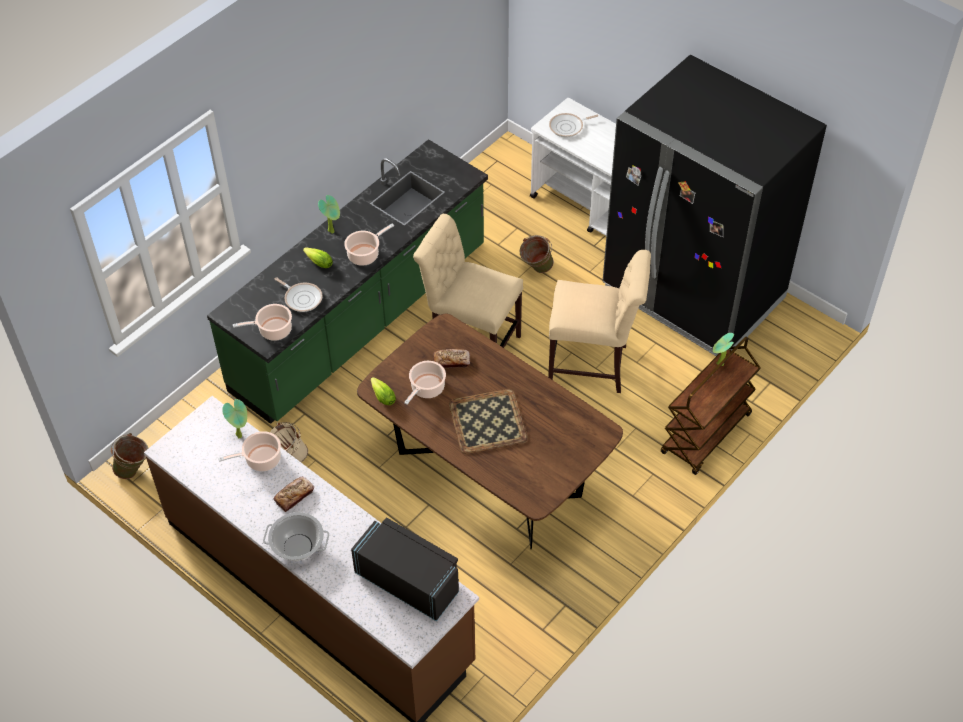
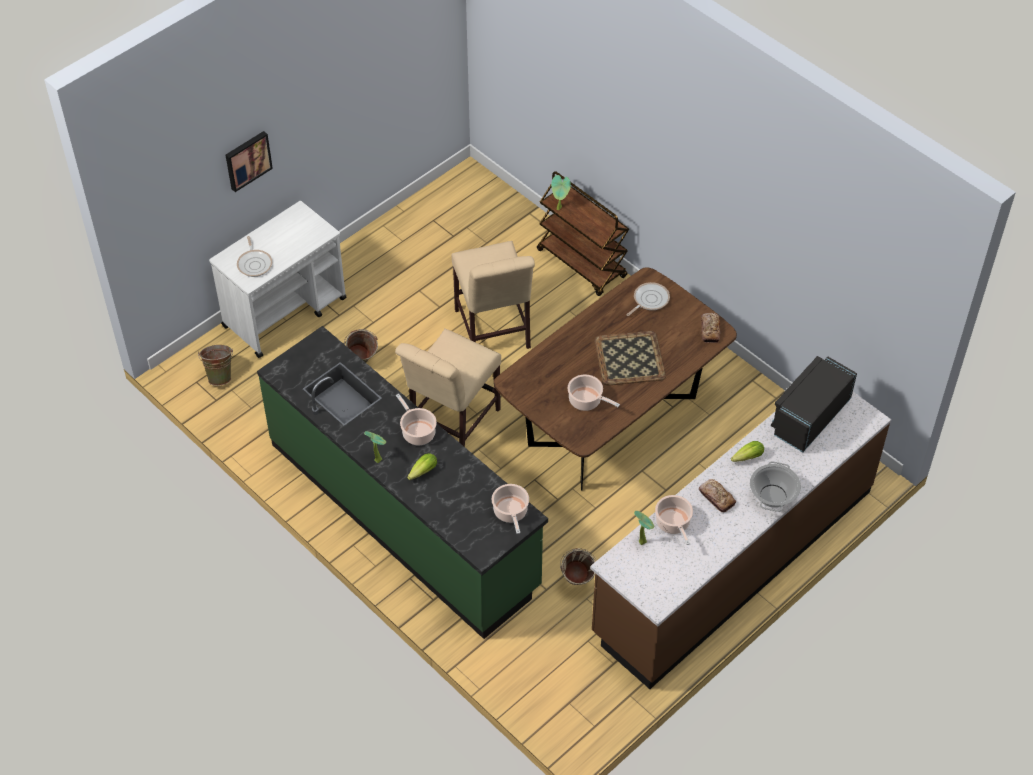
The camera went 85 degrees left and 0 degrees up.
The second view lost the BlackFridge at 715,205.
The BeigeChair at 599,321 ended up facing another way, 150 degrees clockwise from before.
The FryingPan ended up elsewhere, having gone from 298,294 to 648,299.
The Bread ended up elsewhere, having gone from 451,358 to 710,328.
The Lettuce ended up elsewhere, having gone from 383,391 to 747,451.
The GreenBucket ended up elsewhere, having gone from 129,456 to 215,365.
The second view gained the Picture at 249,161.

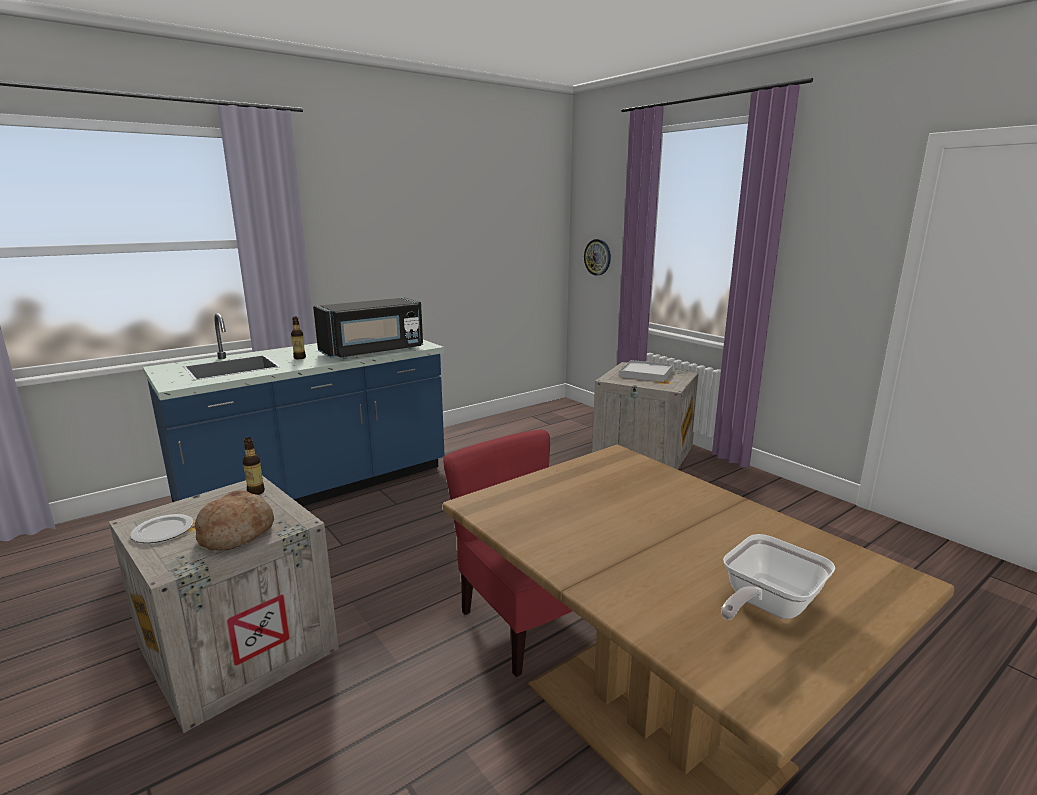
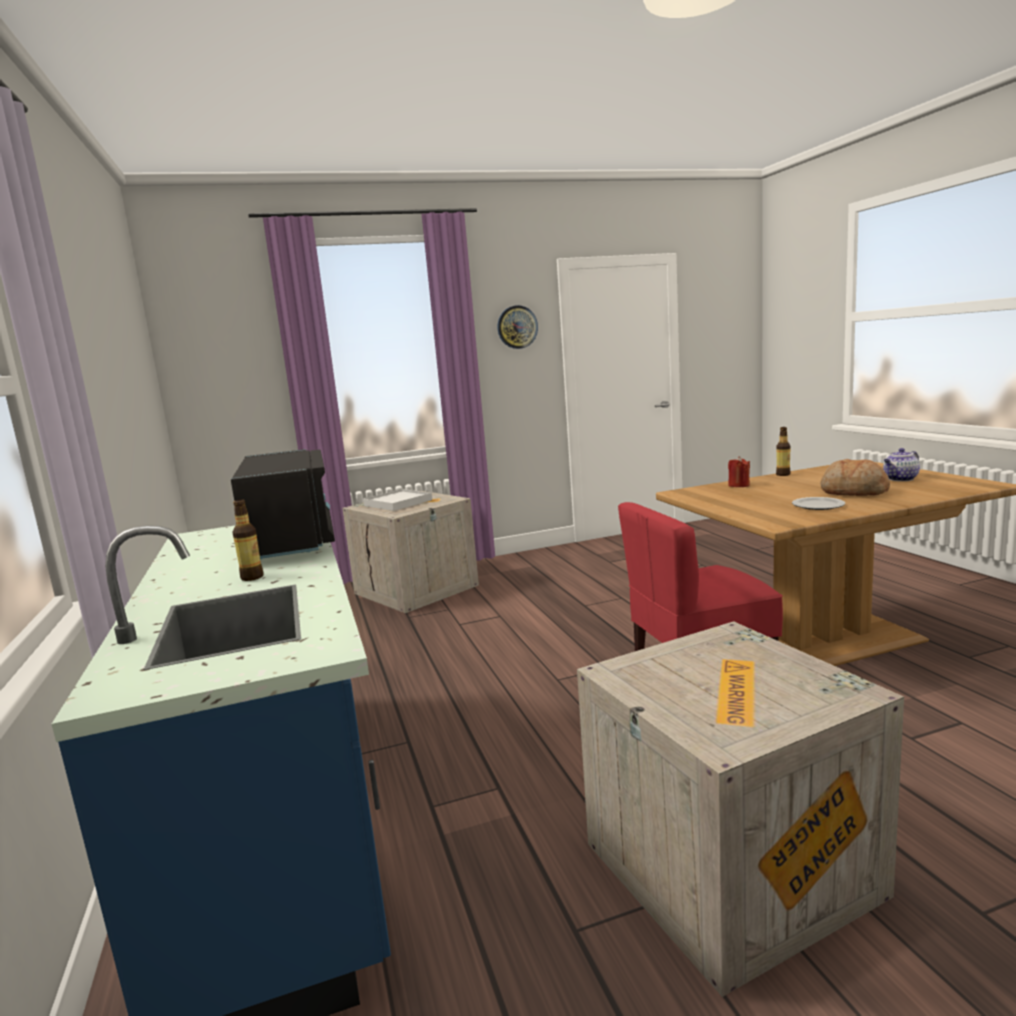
The camera went 70 degrees left and 5 degrees down.
The WallClock ended up elsewhere, having gone from 597,257 to 517,327.
The Bottle ended up elsewhere, having gone from 254,466 to 783,451.
The Bread ended up elsewhere, having gone from 234,520 to 855,477.
The Plate ended up elsewhere, having gone from 161,528 to 818,503.
Where the FryingPan stood at 778,577, the Teapot came to stand at 901,464.
The second view gained the RedCandle at 739,471.

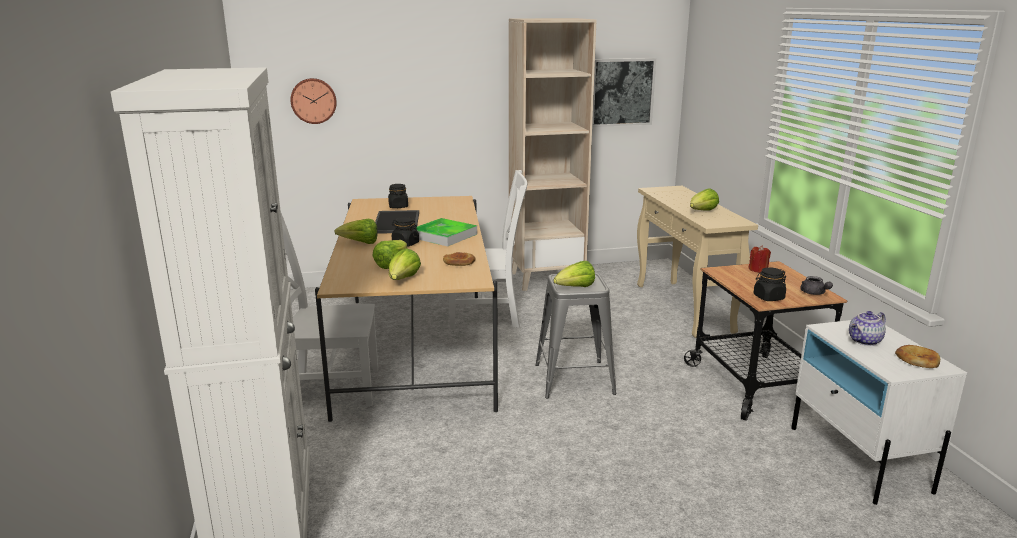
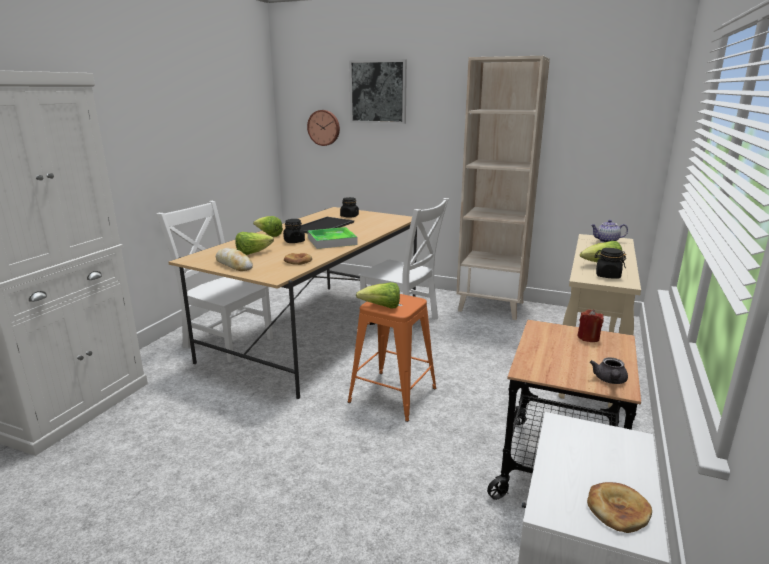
The camera went 35 degrees right and 0 degrees up.
The Picture ended up elsewhere, having gone from 624,92 to 378,91.
Where the Lettuce stood at 405,264, the Bread came to stand at 234,259.
The BlackJar ended up elsewhere, having gone from 769,284 to 610,263.
What was the GreyStool at 576,336 turned into the OrangeStool at 392,358.
The Teapot ended up elsewhere, having gone from 867,328 to 609,231.

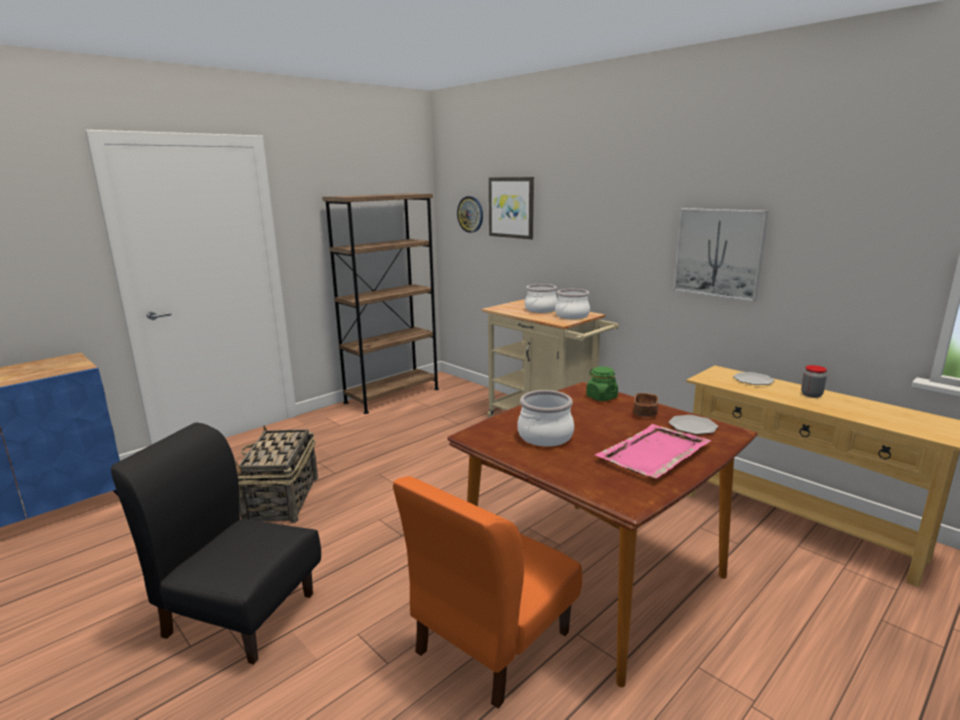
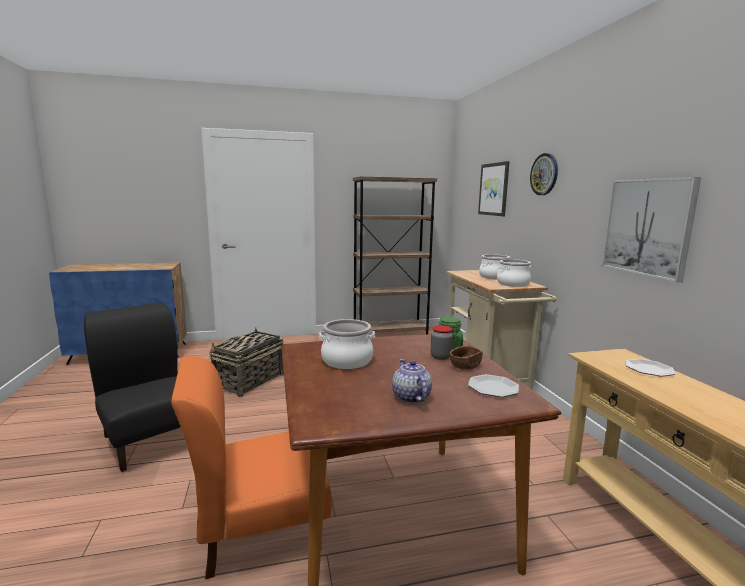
The camera went 30 degrees right and 5 degrees down.
The WallClock ended up elsewhere, having gone from 470,214 to 544,174.
The Jar ended up elsewhere, having gone from 814,381 to 442,342.
Where the PinkTray stood at 653,451, the Teapot came to stand at 412,381.

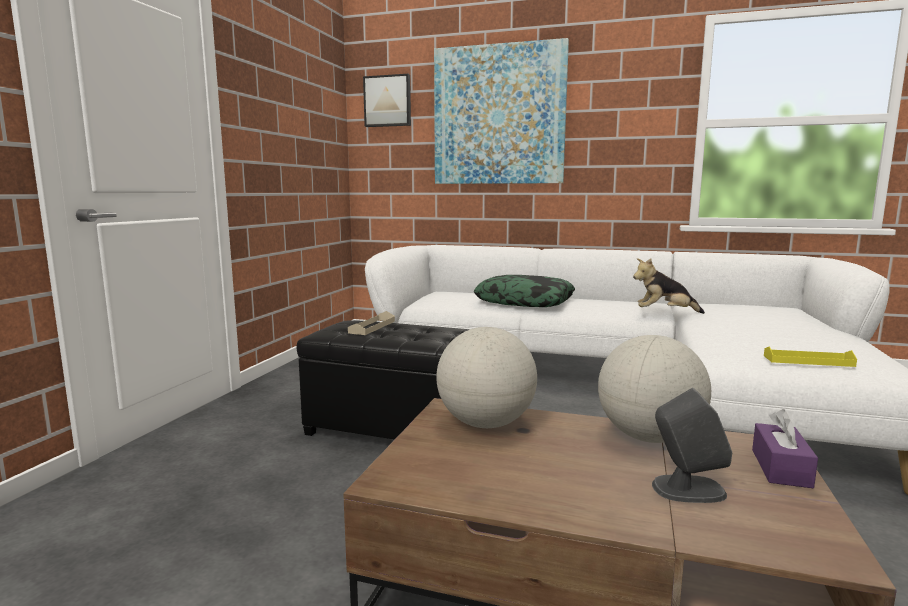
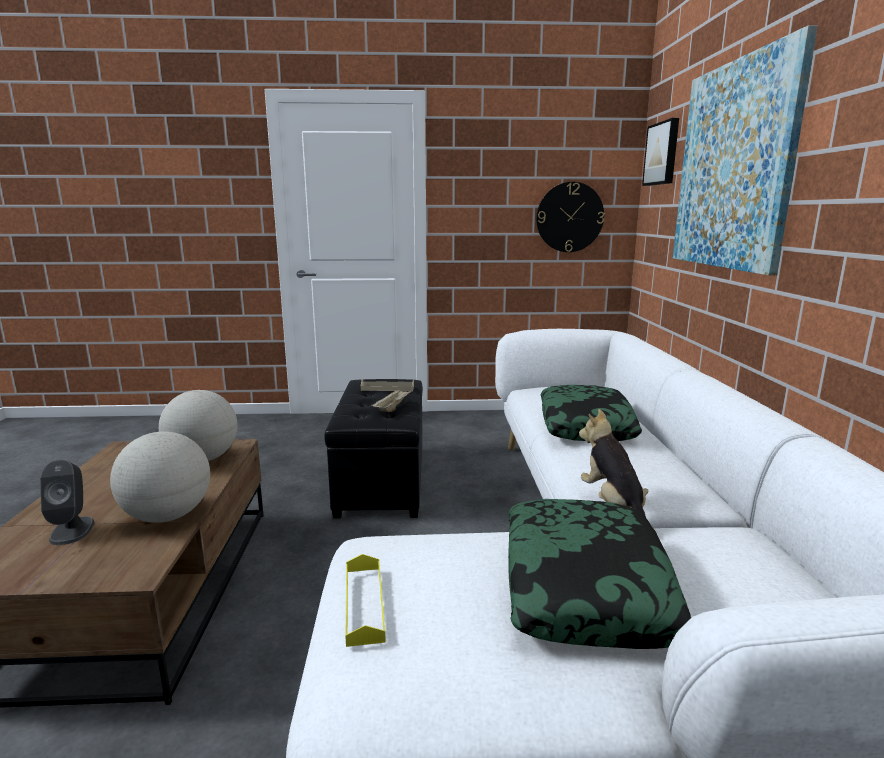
The camera went 70 degrees right and 5 degrees up.
The second view lost the PurpleTissueBox at 785,448.
The second view gained the WallClock at 570,217.
The second view gained the BeigeTray at 392,400.
The second view gained the Pillow at 599,574.

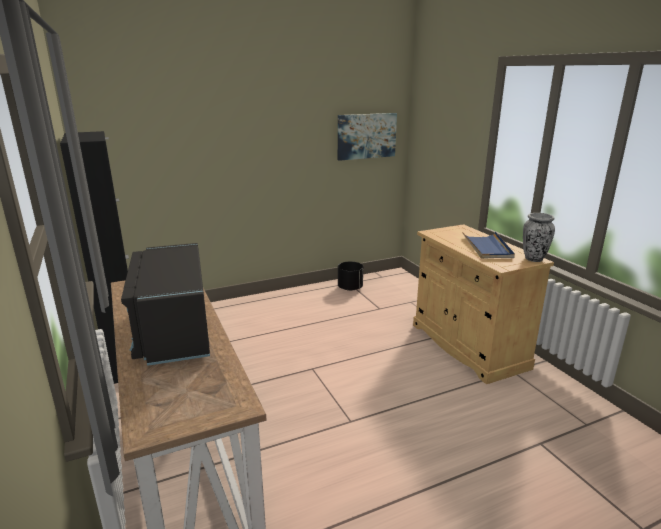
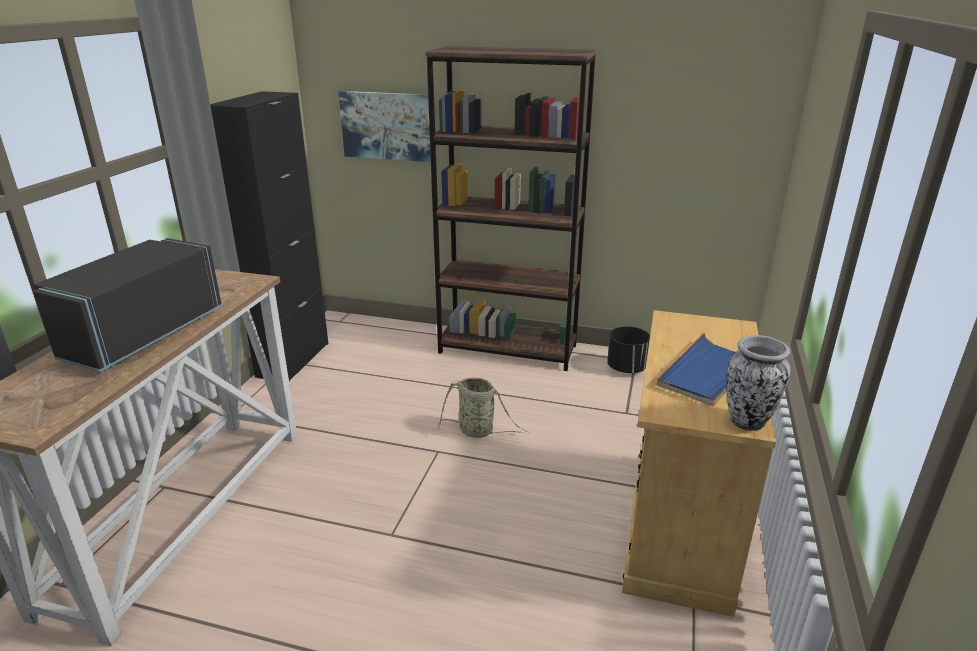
The camera went 40 degrees right and 5 degrees up.
The Picture ended up elsewhere, having gone from 367,137 to 384,126.
The second view gained the BrownBookcase at 511,208.
The second view gained the Basket at 483,407.

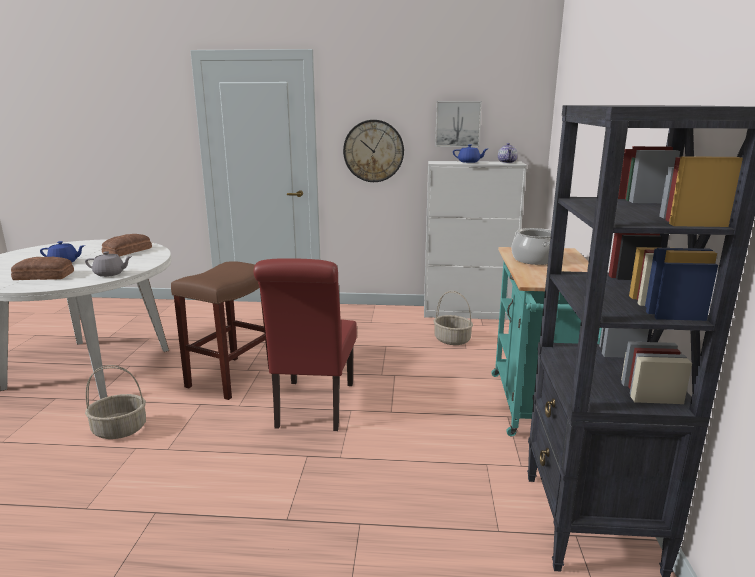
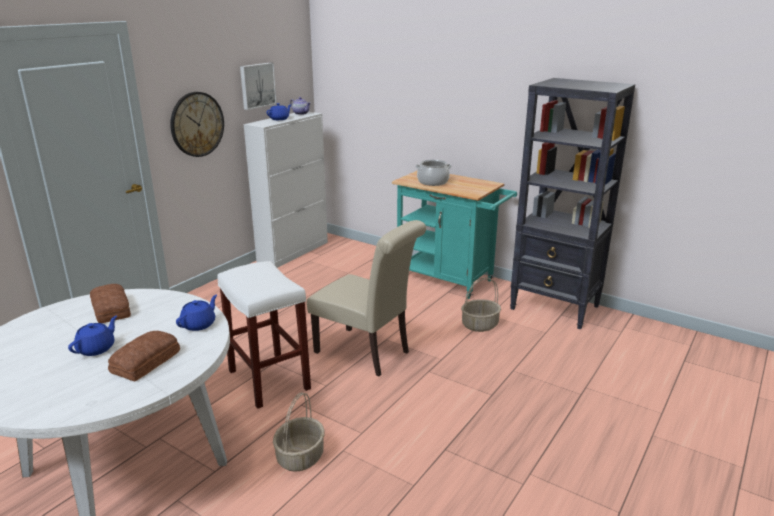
The camera went 60 degrees left and 5 degrees up.
What was the GreyTeapot at 108,264 turned into the BlueTeapot at 196,313.
What was the RedChair at 305,344 turned into the BeigeChair at 366,298.
What was the BrownStool at 220,330 turned into the WhiteStool at 264,335.
The Basket ended up elsewhere, having gone from 453,318 to 481,304.

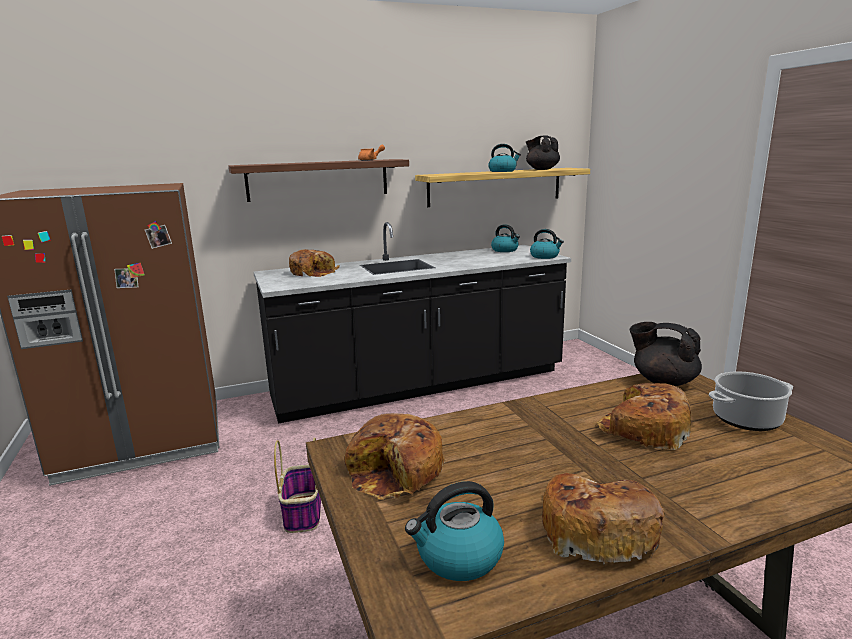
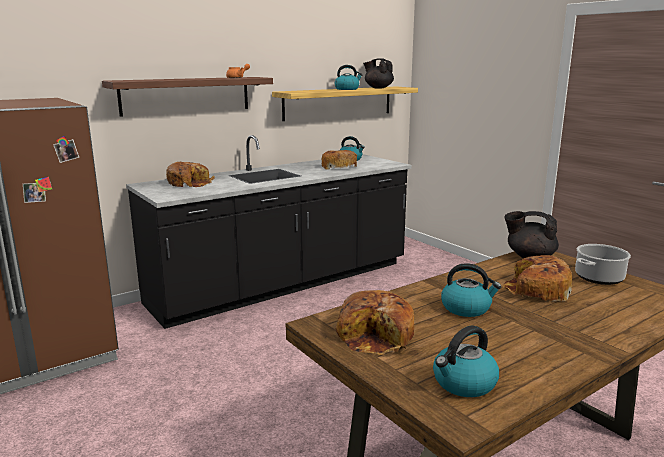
The camera went 15 degrees left and 0 degrees up.
The Kettle ended up elsewhere, having gone from 547,244 to 471,290.
The second view lost the Basket at 297,485.
The Bread ended up elsewhere, having gone from 603,519 to 339,160.

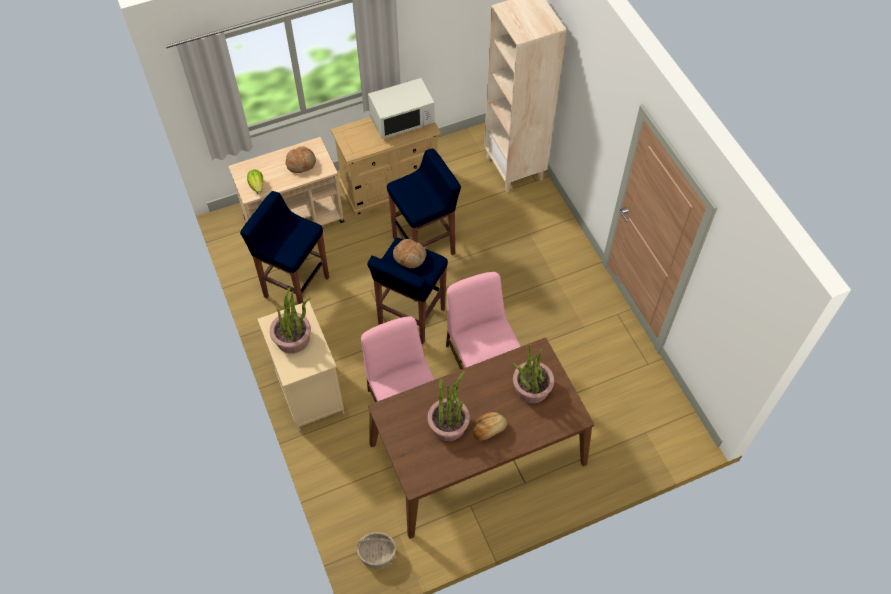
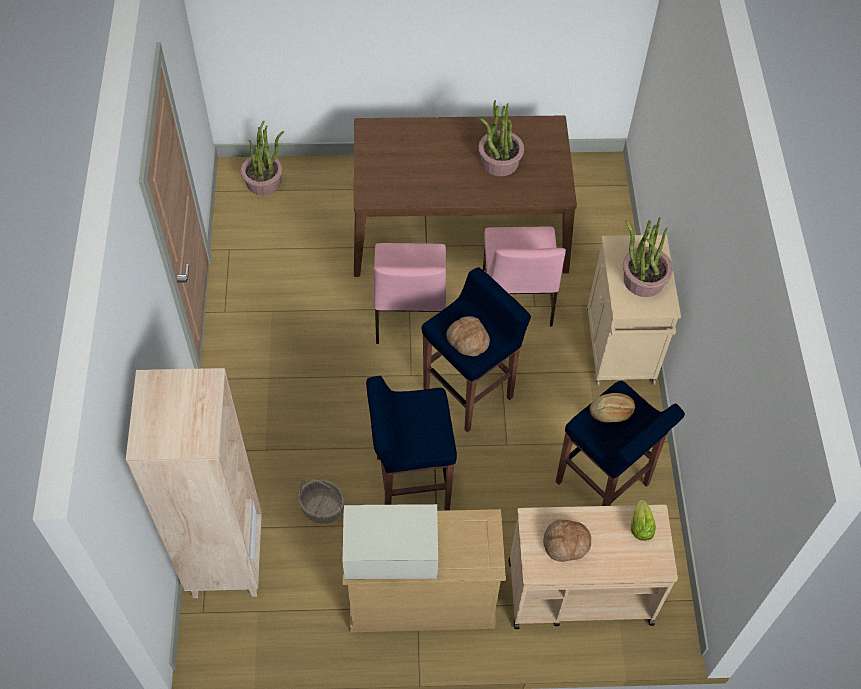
The camera went 160 degrees left and 0 degrees up.
The PottedPlant ended up elsewhere, having gone from 533,373 to 262,158.
The Bread ended up elsewhere, having gone from 490,426 to 612,407.
The Basket ended up elsewhere, having gone from 376,550 to 321,501.

